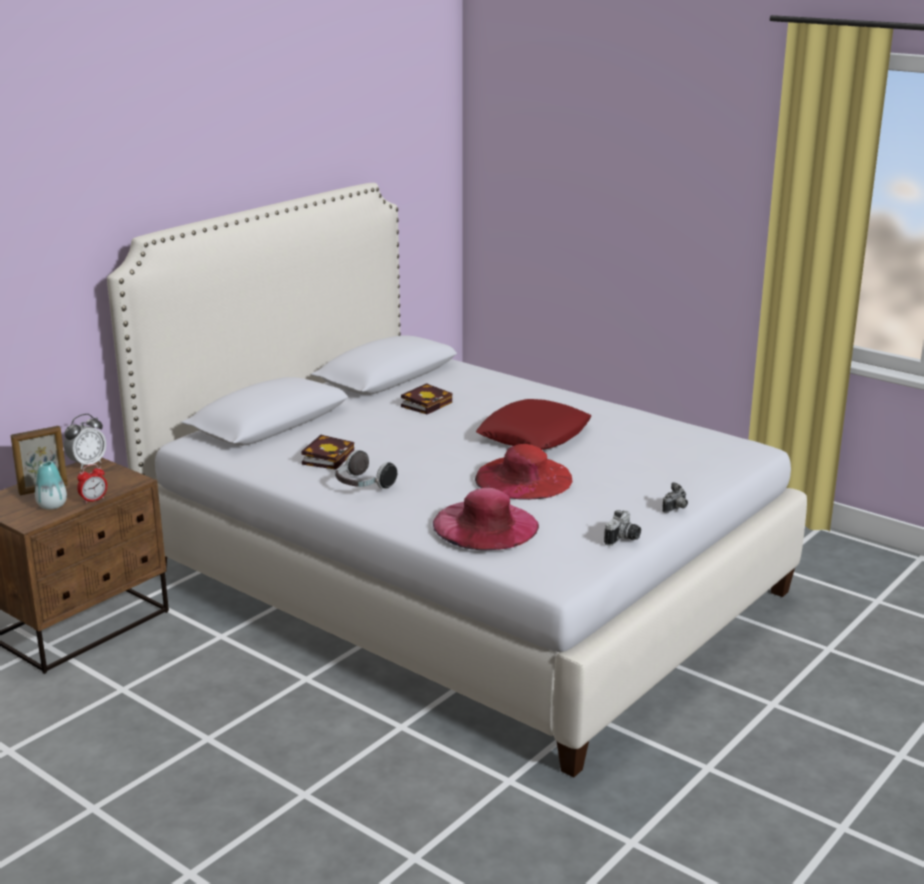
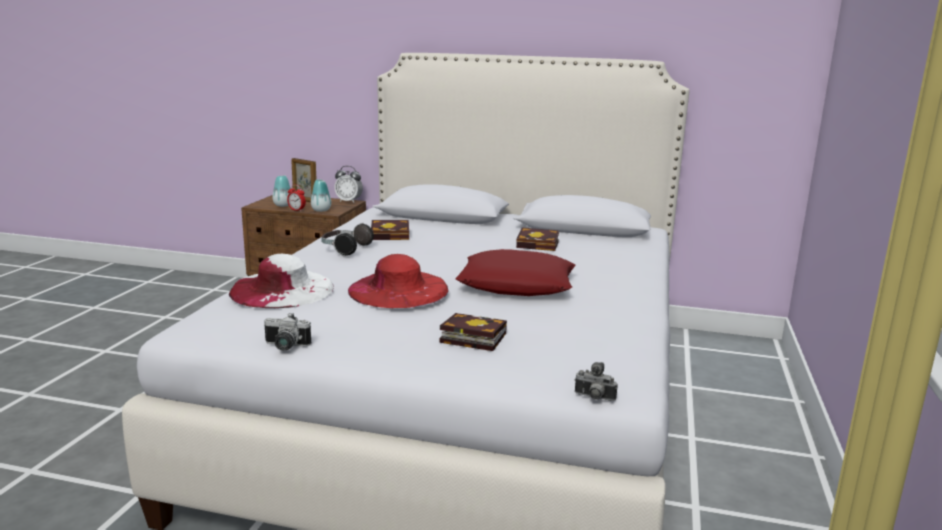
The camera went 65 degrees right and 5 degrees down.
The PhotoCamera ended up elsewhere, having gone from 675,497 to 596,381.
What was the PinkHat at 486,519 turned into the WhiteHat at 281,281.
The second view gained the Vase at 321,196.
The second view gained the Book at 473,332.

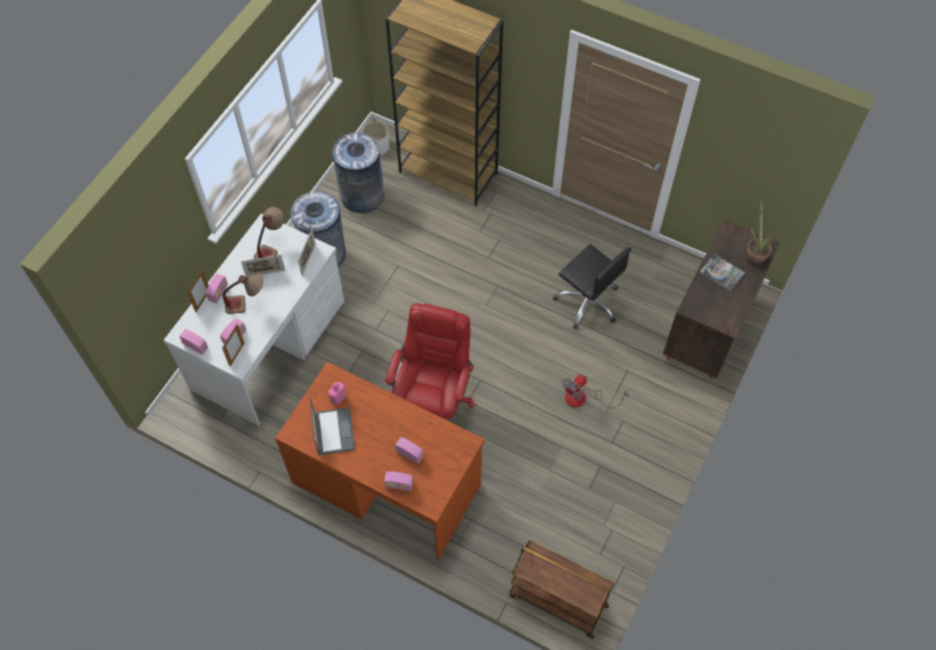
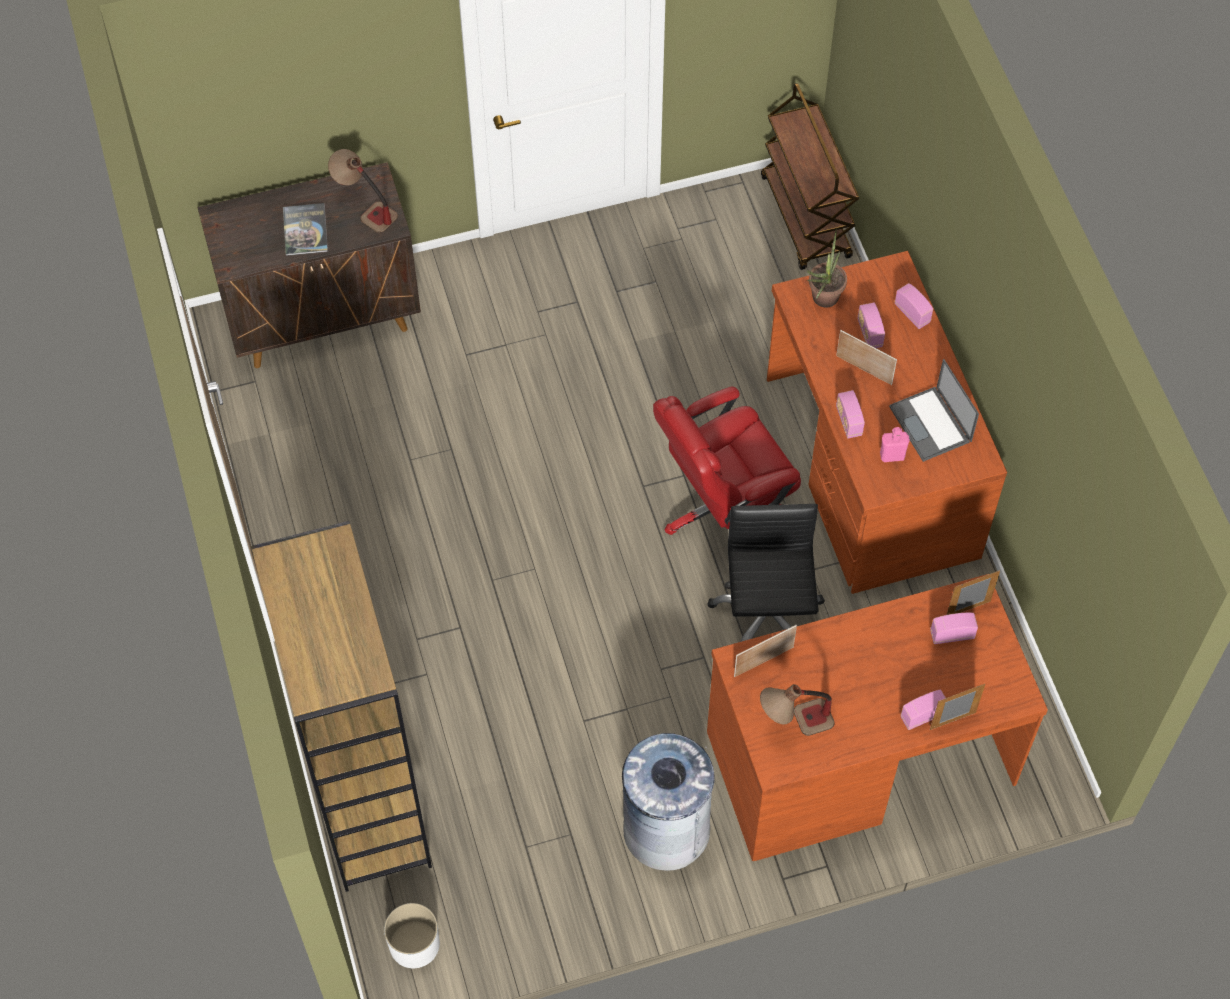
The camera went 135 degrees left and 0 degrees up.
The second view lost the GreyTrashCan at 358,172.
The PottedPlant ended up elsewhere, having gone from 761,233 to 827,268.
What was the WhiteDesk at 254,319 turned into the BrownDesk at 877,717.
The BlackOfficeChair ended up elsewhere, having gone from 592,286 to 766,573.
The PictureFrame ended up elsewhere, having gone from 263,265 to 866,357.
The TableLamp ended up elsewhere, having gone from 242,294 to 363,191.
The Radio ended up elsewhere, having gone from 193,342 to 850,414.
The second view lost the Fan at 595,391.
The Laptop at 332,427 ended up facing another way, 60 degrees counterclockwise from before.

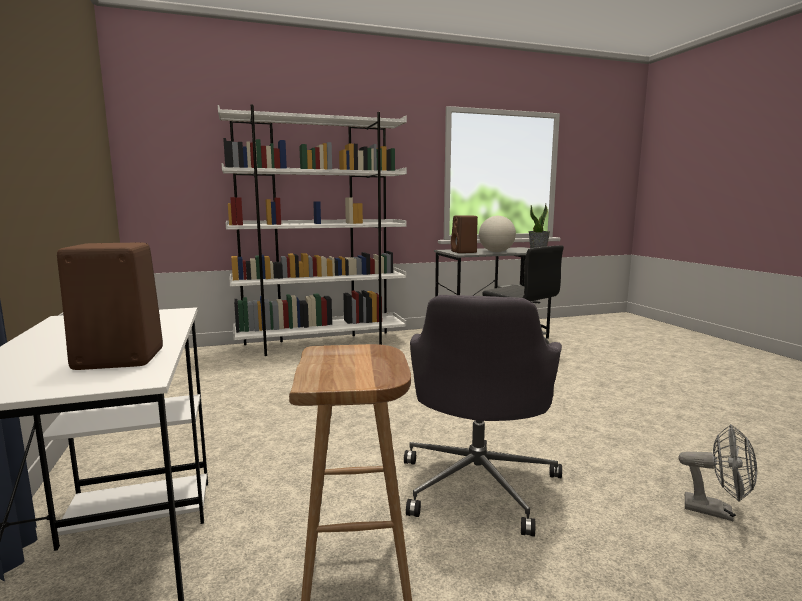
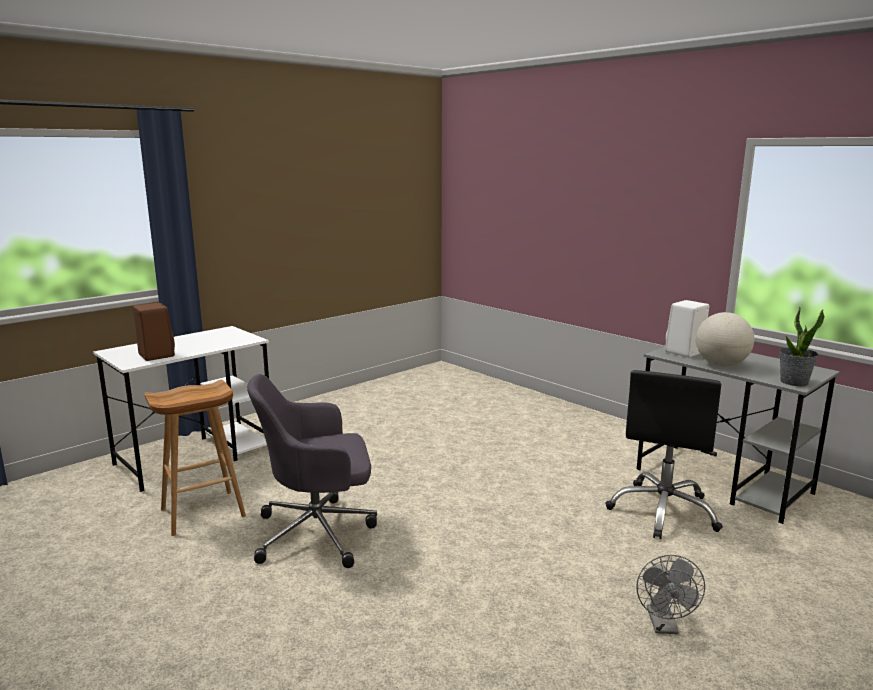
The camera went 65 degrees right and 5 degrees up.
The second view lost the WhiteBookcase at 312,230.
What was the BrownSpeaker at 464,234 turned into the WhiteSpeaker at 687,328.
The GreyFan ended up elsewhere, having gone from 718,472 to 670,594.

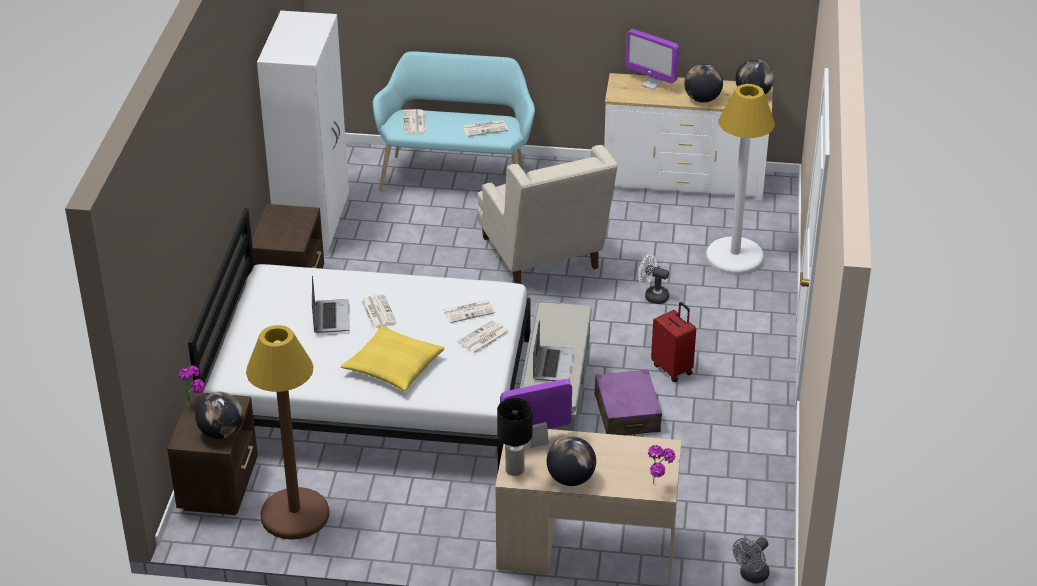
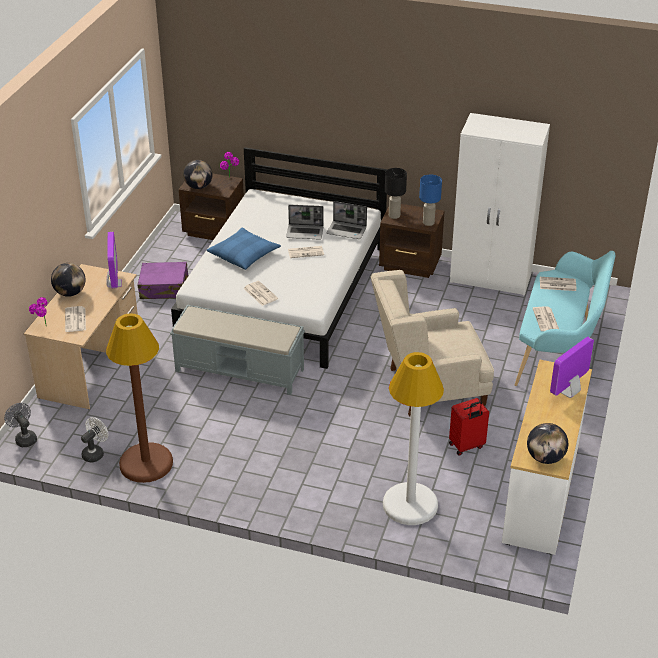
The camera went 100 degrees right and 0 degrees up.
The second view lost the Globe at 703,83.
The WhiteFan ended up elsewhere, having gone from 653,279 to 94,439.
The Newspaper ended up elsewhere, having gone from 469,311 to 75,319.
The RedSuitcase ended up elsewhere, having gone from 673,342 to 469,427.
The Laptop ended up elsewhere, having gone from 553,350 to 346,220.
The BrownFloorLamp ended up elsewhere, having gone from 287,432 to 139,398.
What was the YellowPillow at 393,358 turned into the BluePillow at 244,248.
The PurpleSuitcase ended up elsewhere, having gone from 628,402 to 163,280.
The BlackTableLamp ended up elsewhere, having gone from 515,437 to 396,193.
The second view gained the BlueTableLamp at 430,200.

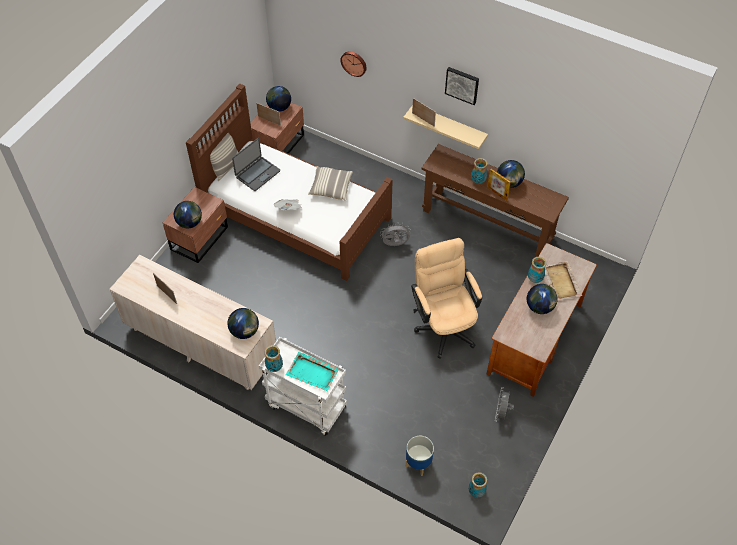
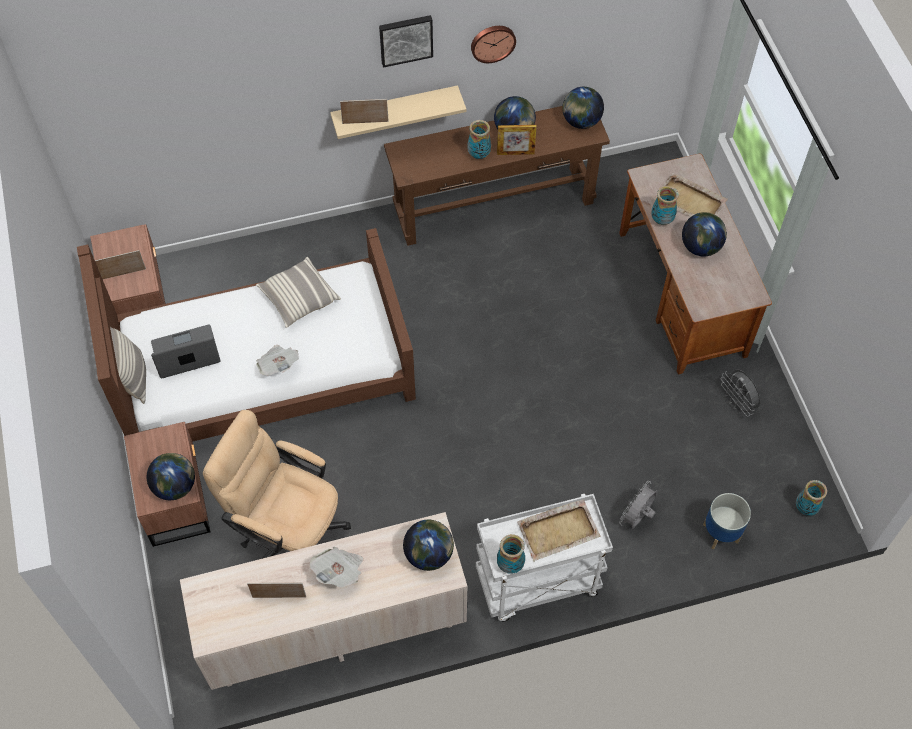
The camera went 45 degrees left and 5 degrees up.
The WallClock ended up elsewhere, having gone from 353,64 to 493,44.
The Globe ended up elsewhere, having gone from 278,99 to 583,108.
The Laptop at 256,164 ended up facing another way, 105 degrees counterclockwise from before.
The GreyFan ended up elsewhere, having gone from 395,234 to 638,505.
The BeigeOfficeChair ended up elsewhere, having gone from 446,298 to 277,484.
What was the TurquoiseTray at 312,371 turned into the BeigeTray at 559,530.
The second view gained the Newspaper at 337,567.

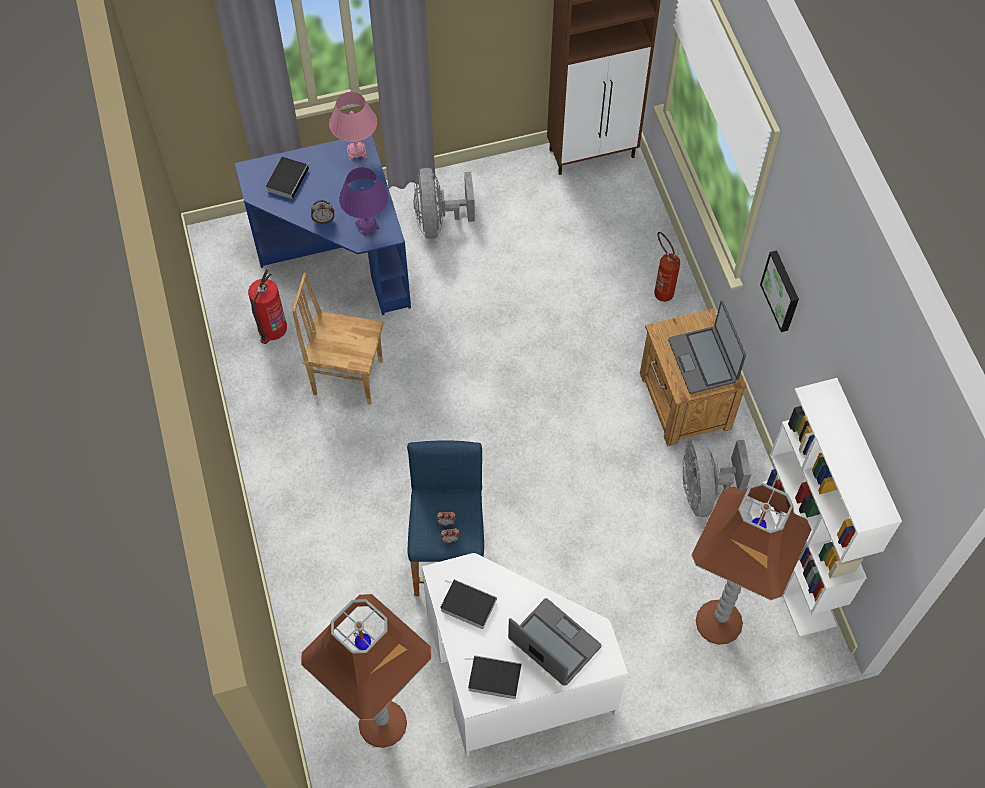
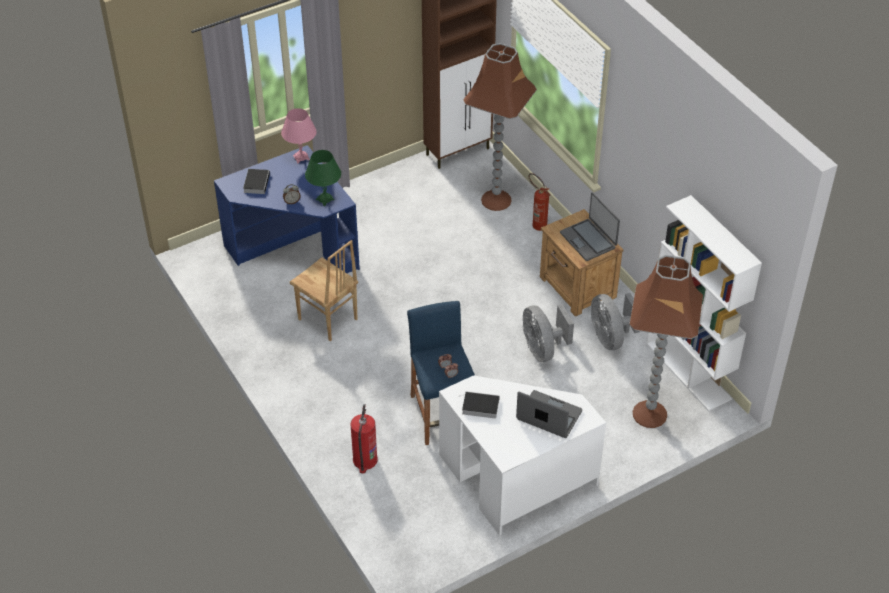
The camera went 15 degrees left and 15 degrees down.
What was the PurpleTableLamp at 364,201 turned into the GreenTableLamp at 323,178.
The GreyFan ended up elsewhere, having gone from 444,203 to 548,333.
The second view lost the Picture at 779,291.
The FireExtinguisher ended up elsewhere, having gone from 267,306 to 364,438.
The BrownChair at 338,339 ended up facing another way, 135 degrees counterclockwise from before.
The BrownFloorLamp ended up elsewhere, having gone from 366,671 to 500,127.
The second view lost the Book at 493,677.

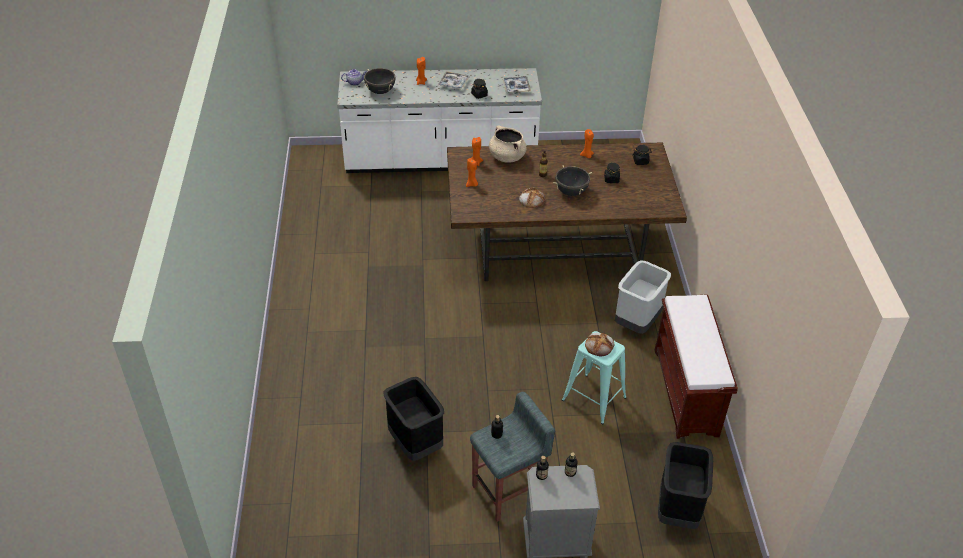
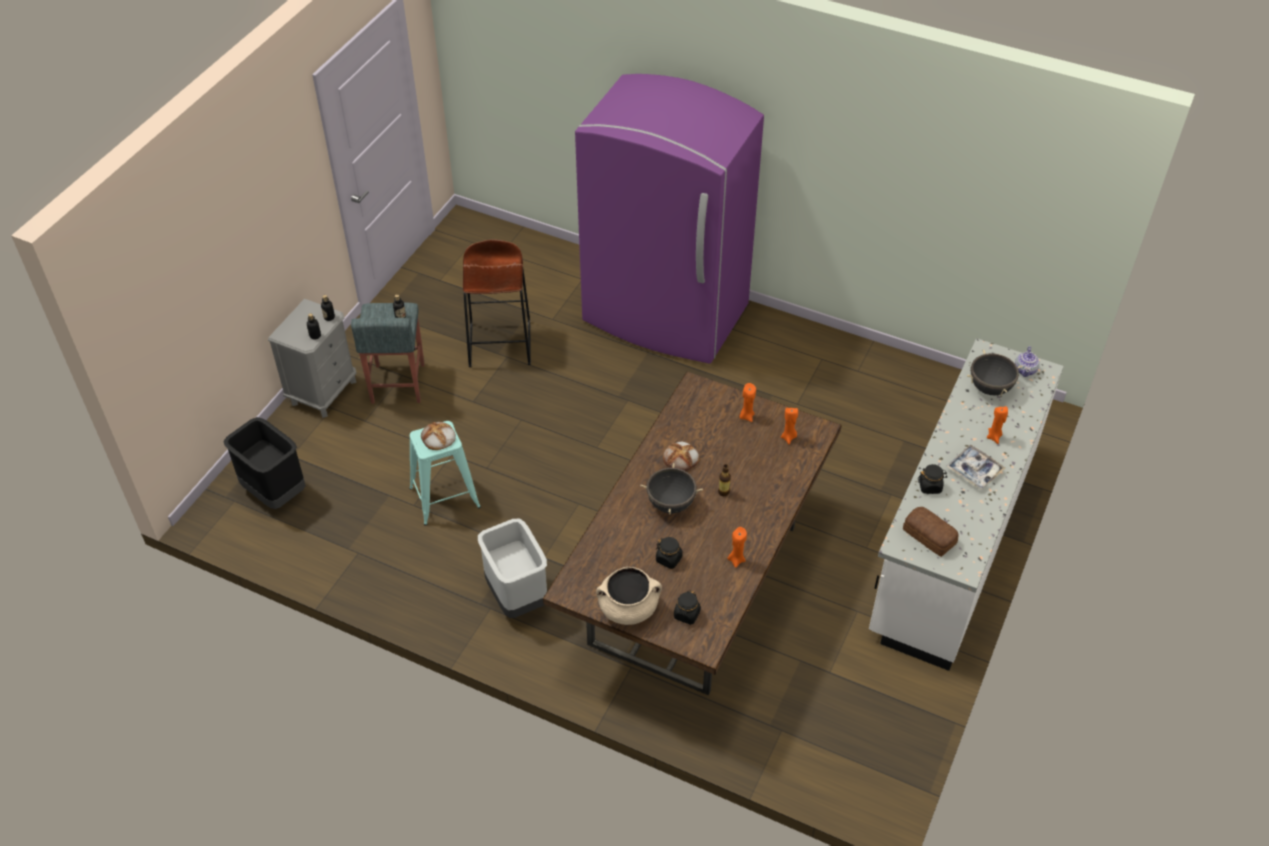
The camera went 120 degrees right and 5 degrees up.
Where the Tray stood at 516,85, the Bread came to stand at 931,532.
The BeigeCookingPot ended up elsewhere, having gone from 508,144 to 629,596.
The second view lost the BrownBench at 696,367.
Where the BlackTrashCan stood at 413,419, the BrownStool came to stand at 497,303.
The second view gained the PurpleFridge at 669,219.

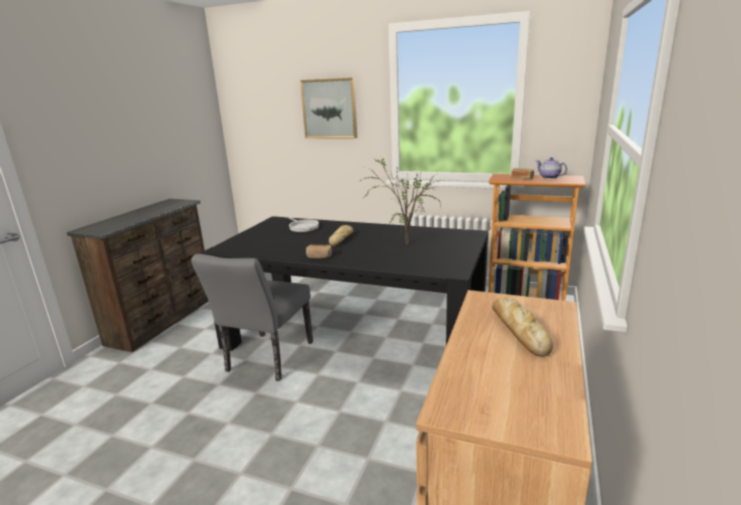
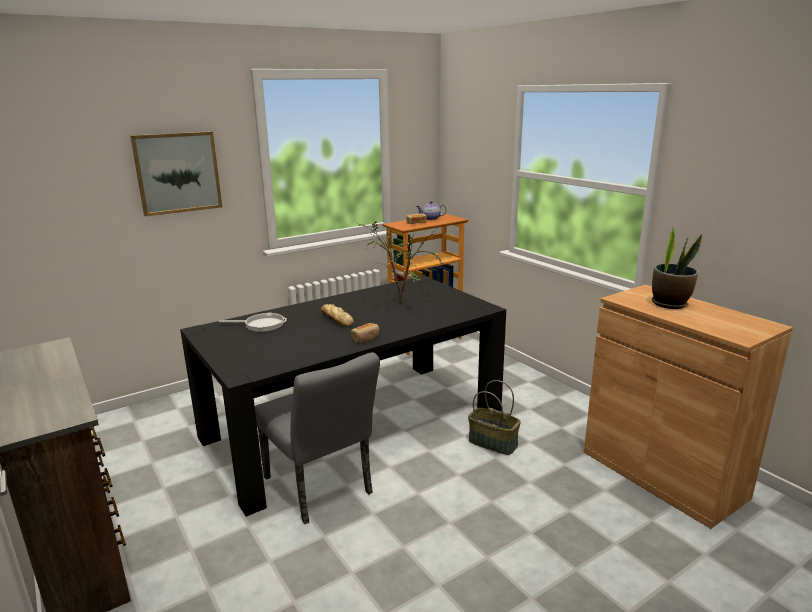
The camera went 55 degrees left and 0 degrees up.
Where the Bread stood at 522,327, the PottedPlant came to stand at 677,267.
The second view gained the Basket at 494,417.

